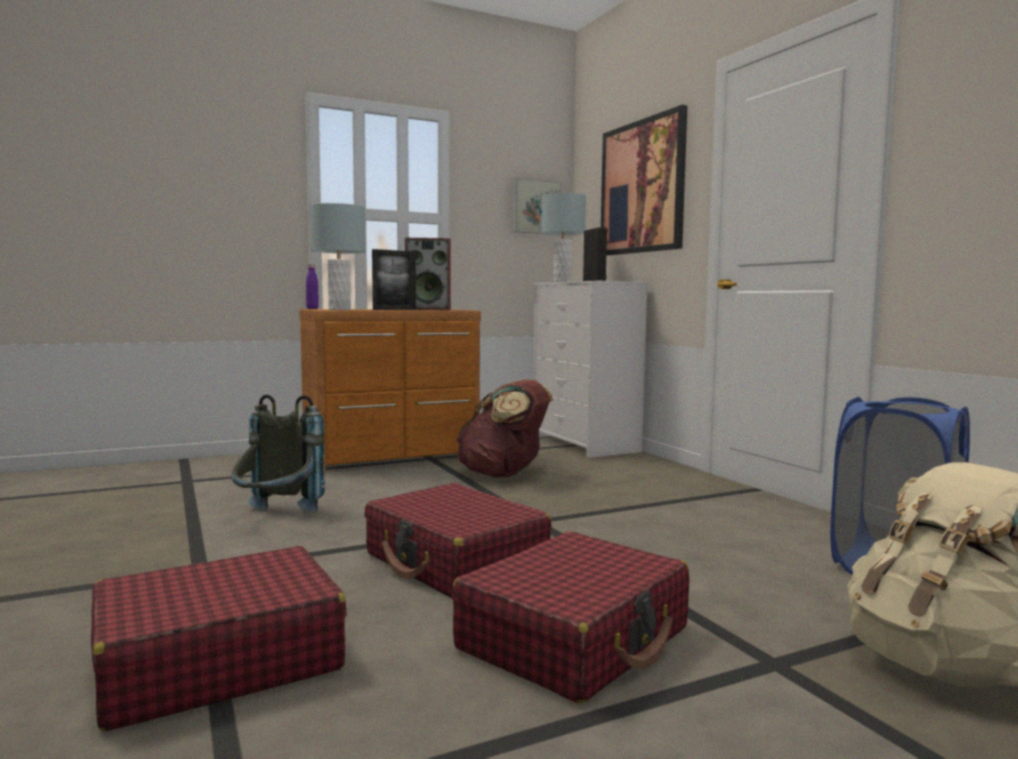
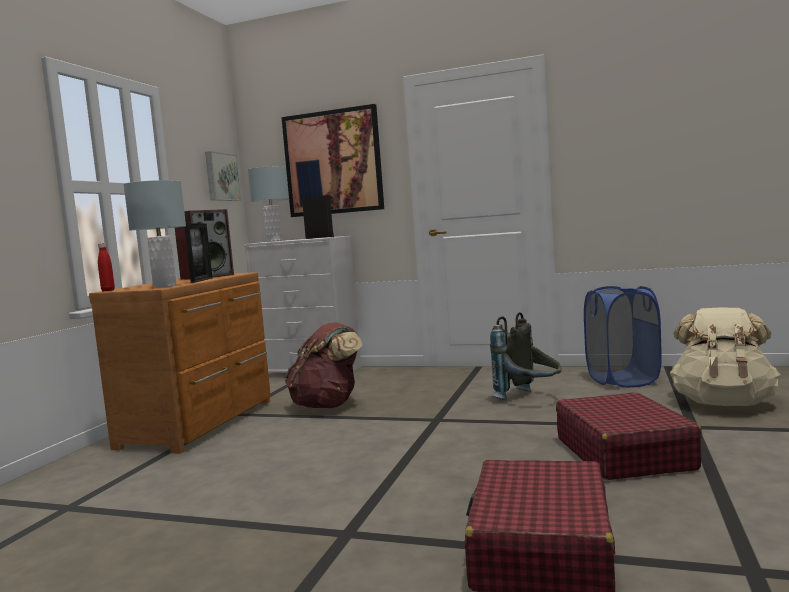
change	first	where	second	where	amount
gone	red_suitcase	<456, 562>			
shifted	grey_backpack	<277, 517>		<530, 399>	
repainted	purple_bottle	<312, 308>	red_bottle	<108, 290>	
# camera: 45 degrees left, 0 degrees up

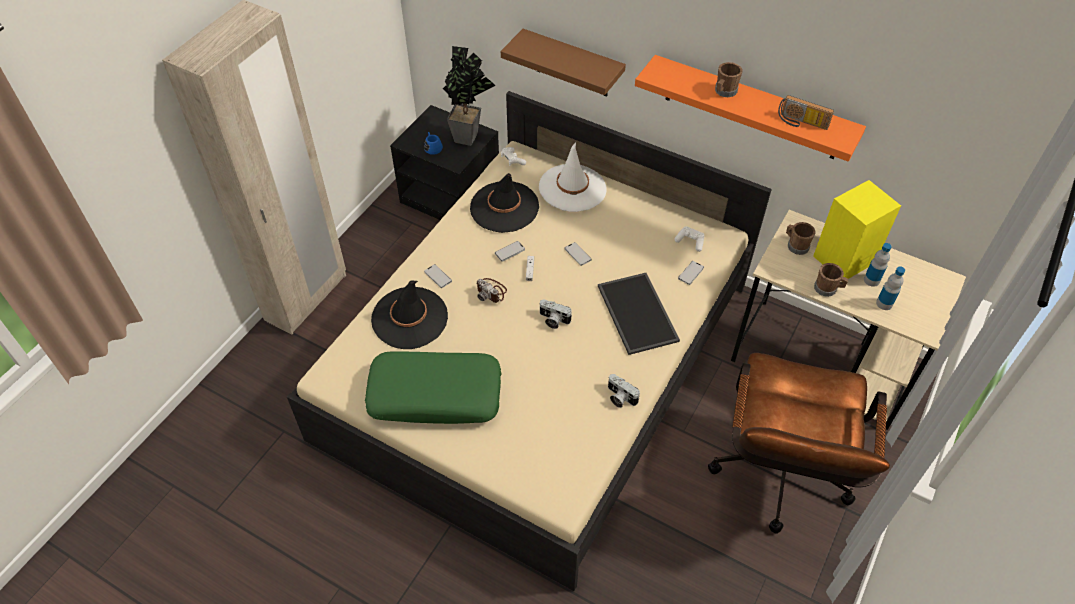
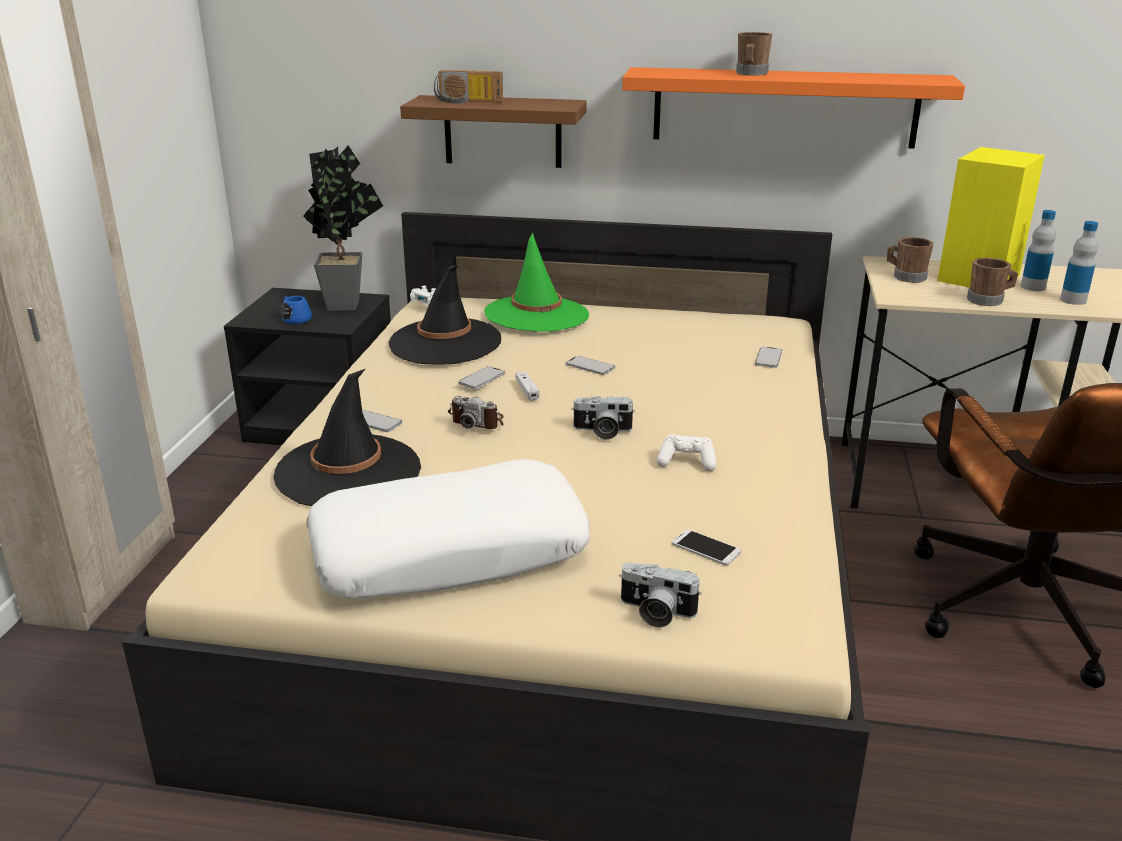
change	first	where	second	where	amount
gone	tray	<635, 313>			
new			phone	<706, 548>	
shifted	photo_camera	<619, 397>		<655, 612>	
shifted	white_game_controller	<690, 242>		<686, 462>	
shifted	radio	<801, 123>		<467, 102>	
repainted	green_pillow	<435, 394>	white_pillow	<450, 552>	
repainted	white_hat	<572, 188>	green_hat	<536, 314>	
# camera: 20 degrees left, 25 degrees down

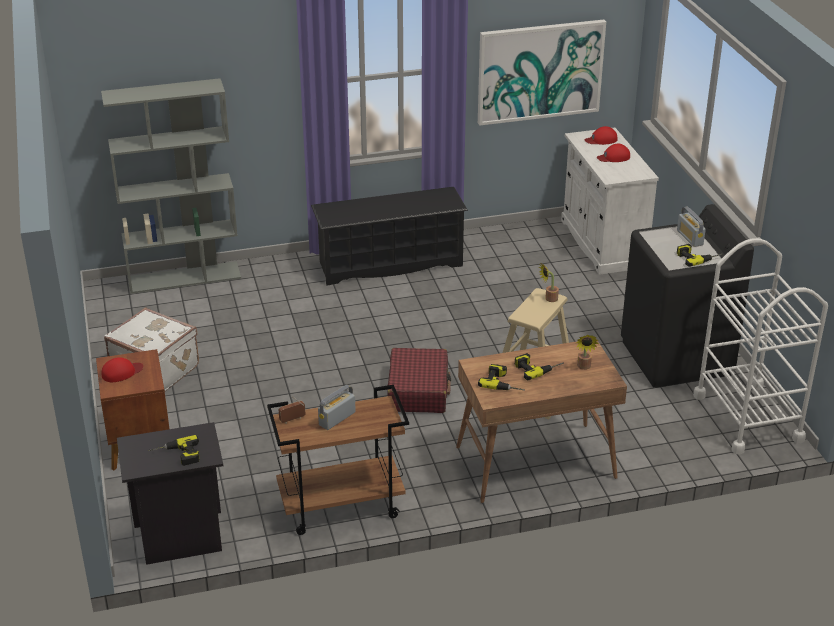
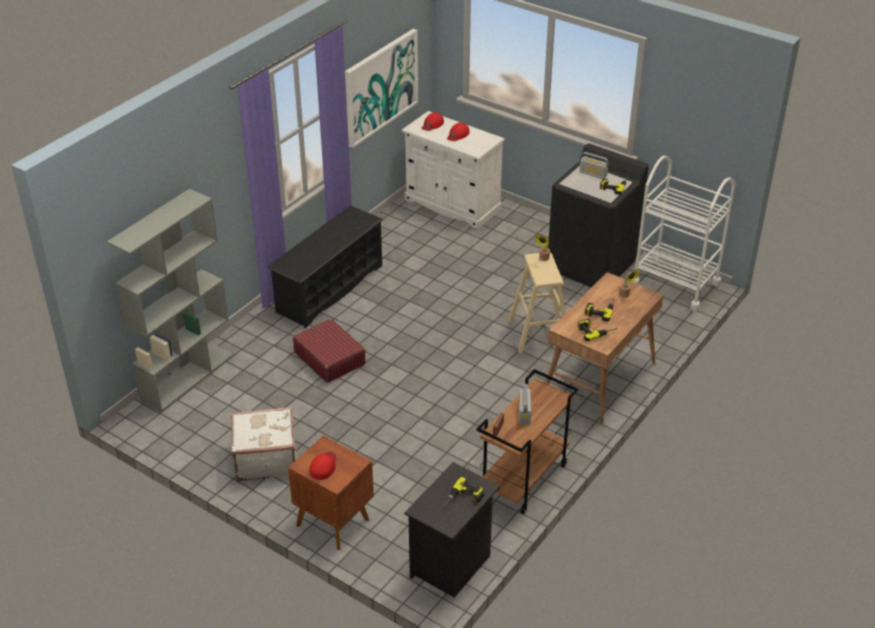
change	first	where	second	where	amount
shifted	red_suitcase	<418, 390>		<329, 358>	
# camera: 40 degrees left, 5 degrees up

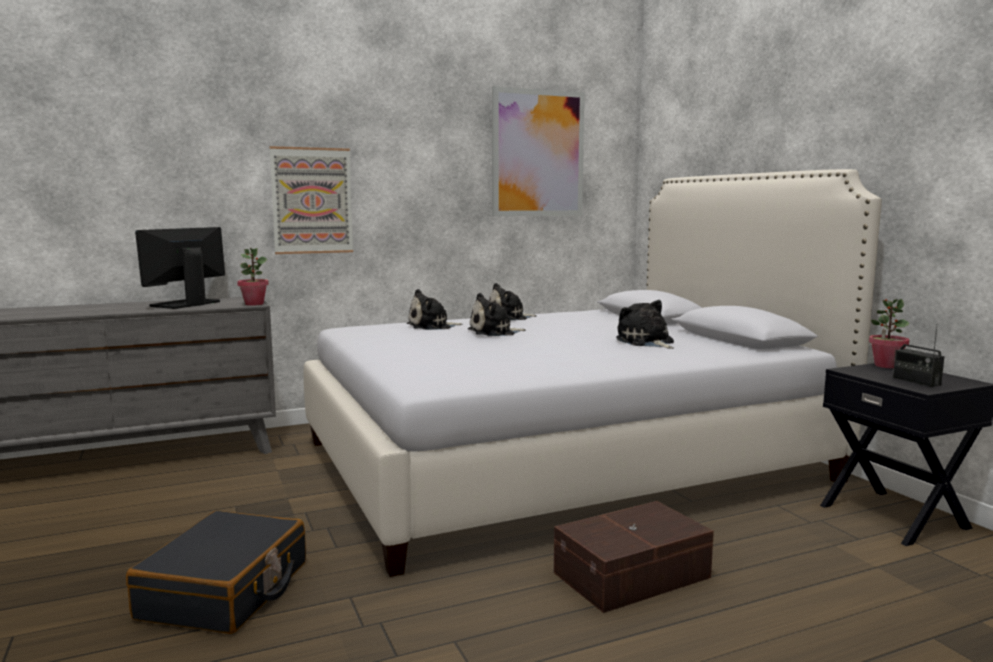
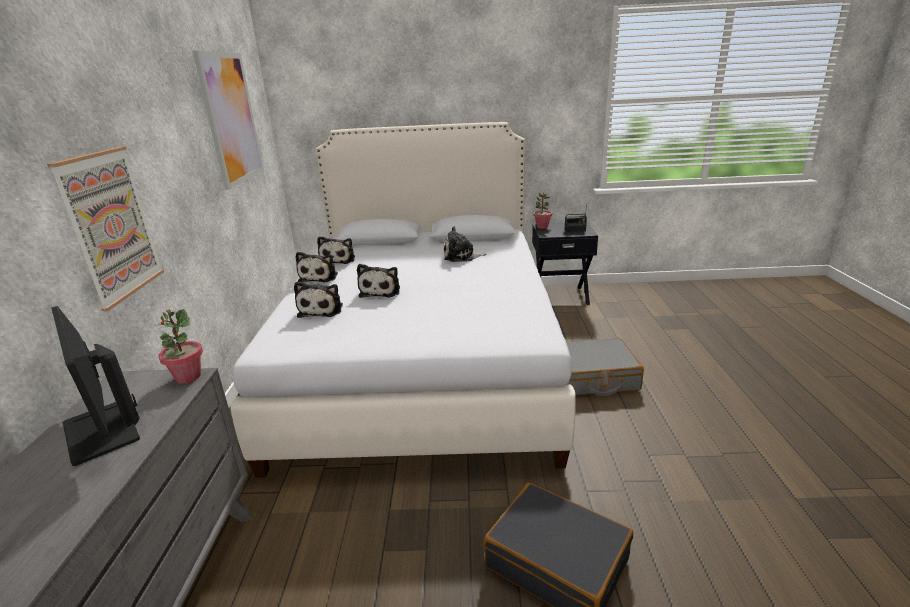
change	first	where	second	where	amount
new			plush_toy	<338, 260>	
swapped	brown_storage_box	<634, 576>	grey_suitcase	<594, 378>	
# camera: 65 degrees left, 15 degrees up

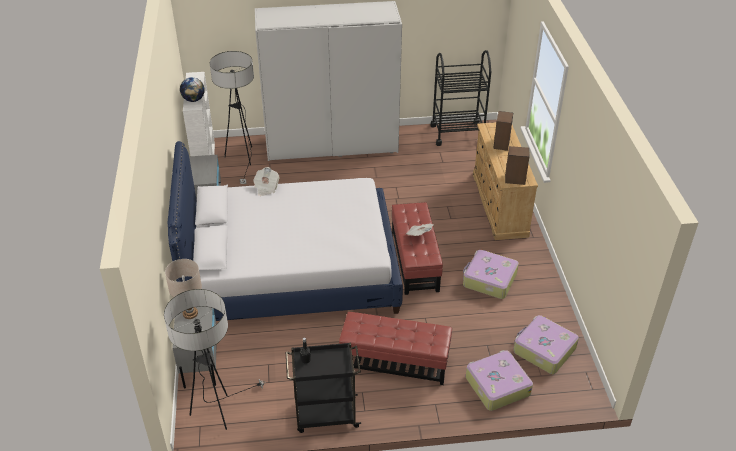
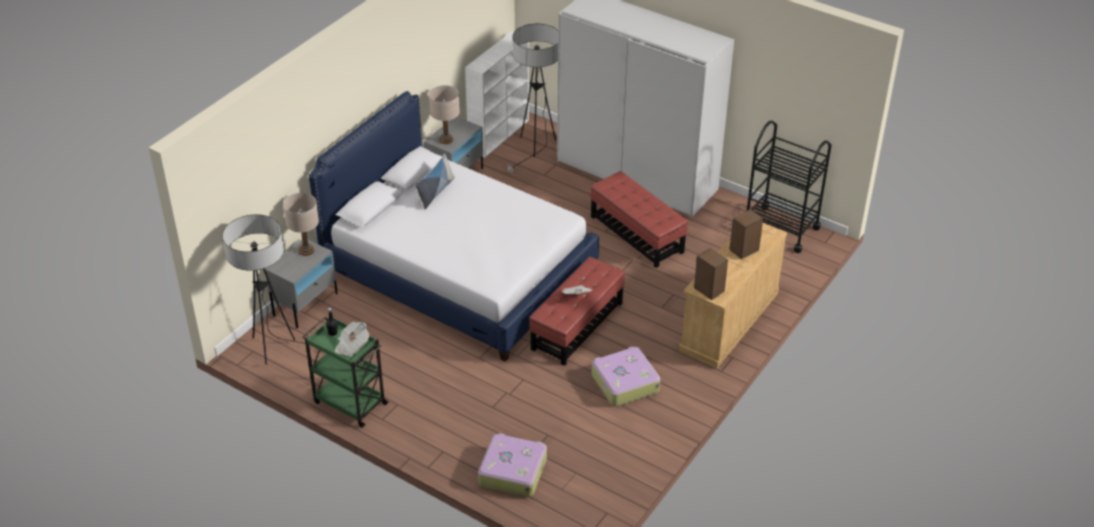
change	first	where	second	where	amount
gone	globe	<193, 100>			
gone	suitcase	<543, 350>			
new			pillow	<435, 192>	
new			beige_table_lamp	<446, 140>	
shifted	newspaper	<266, 188>		<352, 346>	
shifted	red_ottoman	<395, 362>		<636, 234>	
repainted	black_cart	<325, 415>	green_cart	<349, 402>	
# camera: 40 degrees right, 0 degrees up

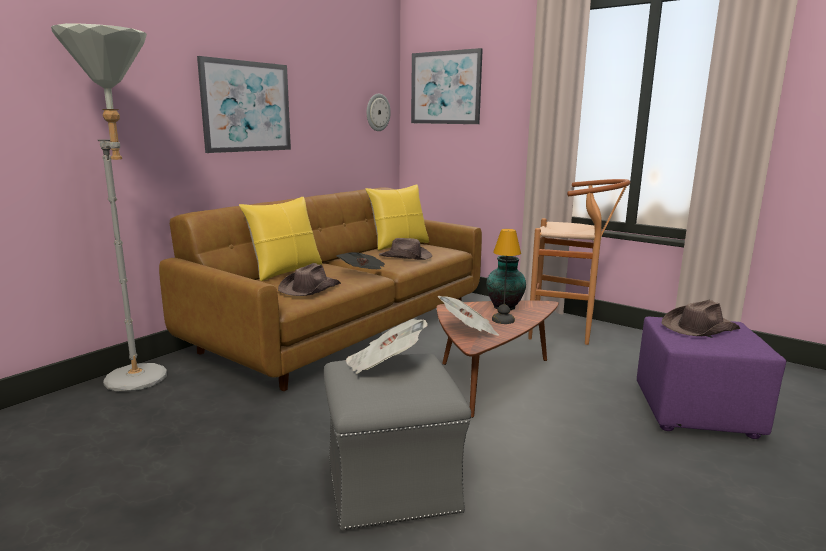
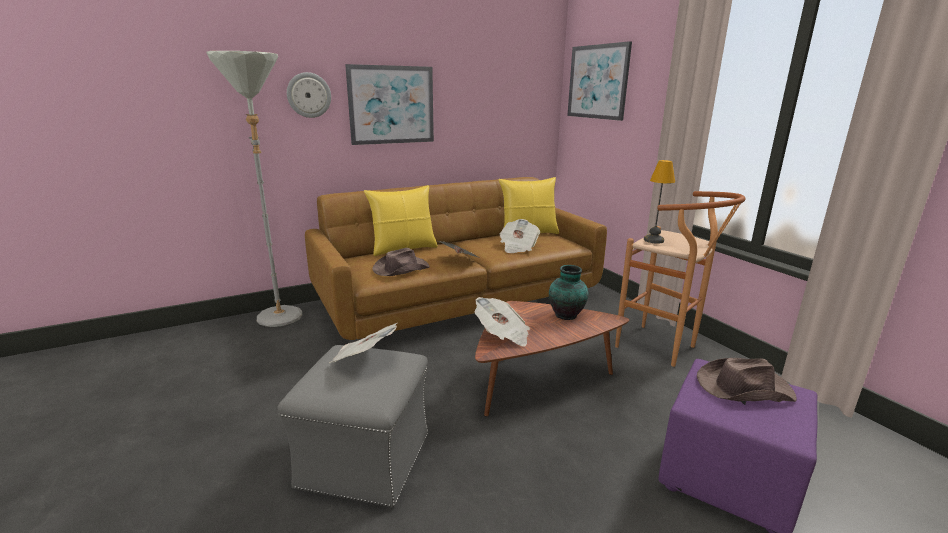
change	first	where	second	where	amount
shifted	wall_clock	<377, 112>		<309, 95>	
shifted	table_lamp	<502, 320>		<653, 240>	
swapped	brown_hat	<406, 257>	newspaper	<518, 247>	
# camera: 25 degrees right, 5 degrees up

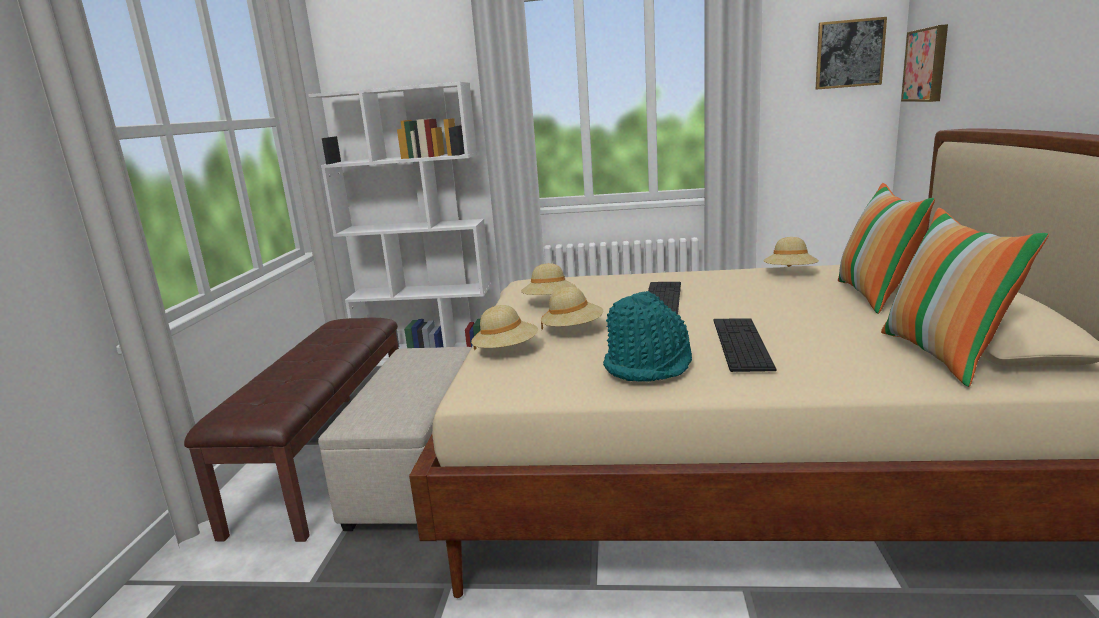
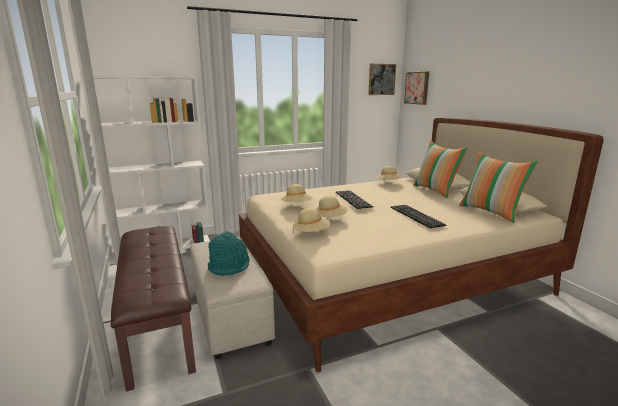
change	first	where	second	where	amount
shifted	turquoise_hat	<649, 366>		<229, 266>	
# camera: 30 degrees left, 0 degrees up

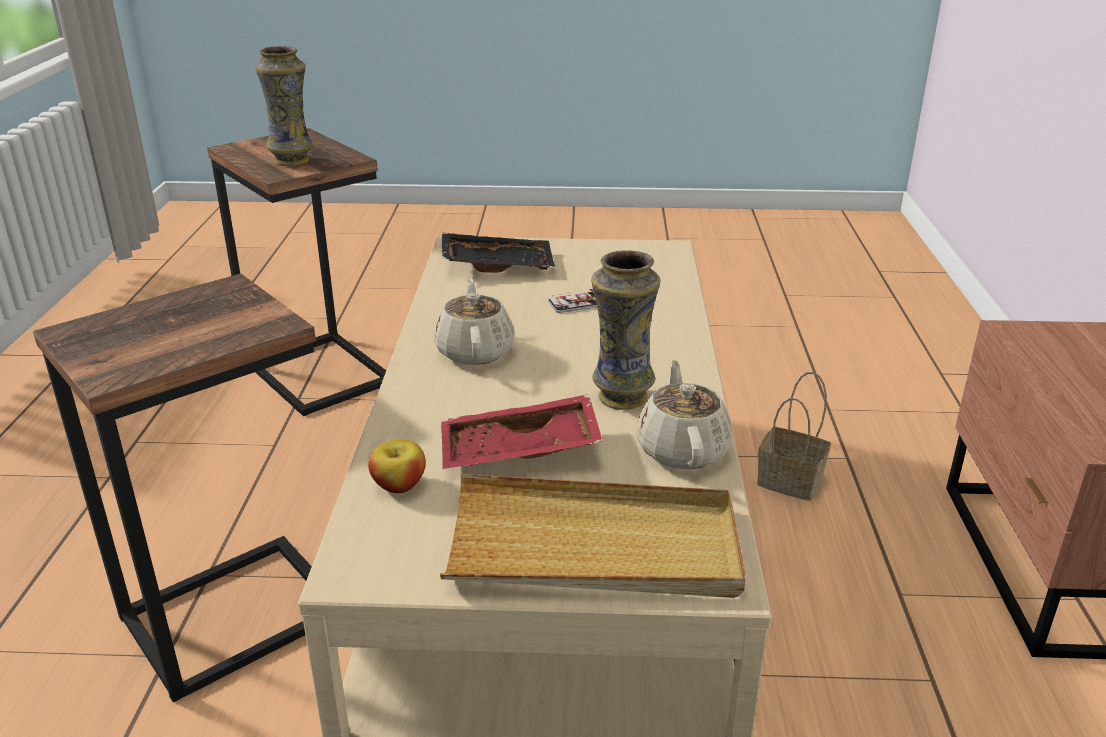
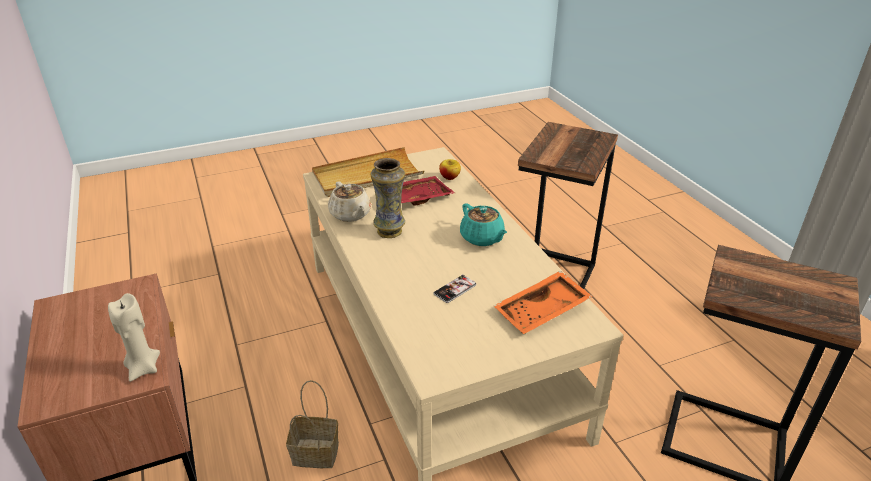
change	first	where	second	where	amount
gone	vase	<292, 161>			
new			beige_candle	<143, 368>	
repainted	beige_teapot	<475, 350>	turquoise_teapot	<482, 238>	
repainted	black_tray	<497, 264>	orange_tray	<542, 312>	
# camera: 155 degrees right, 5 degrees up

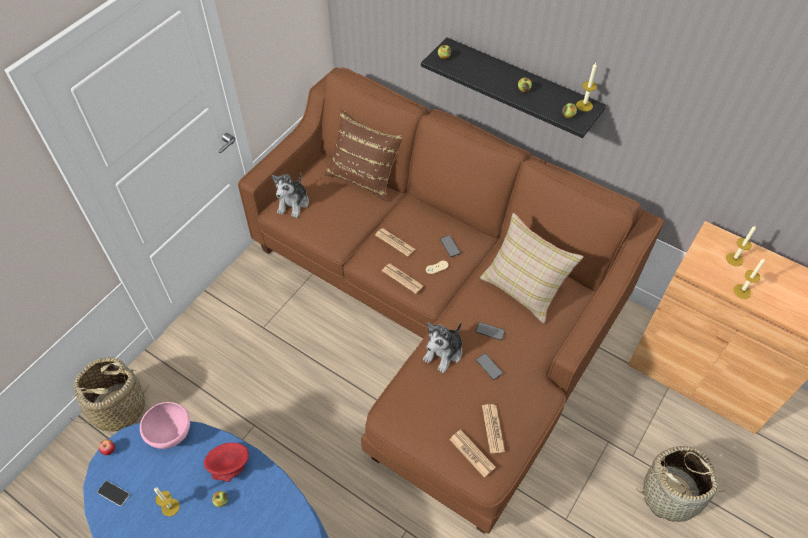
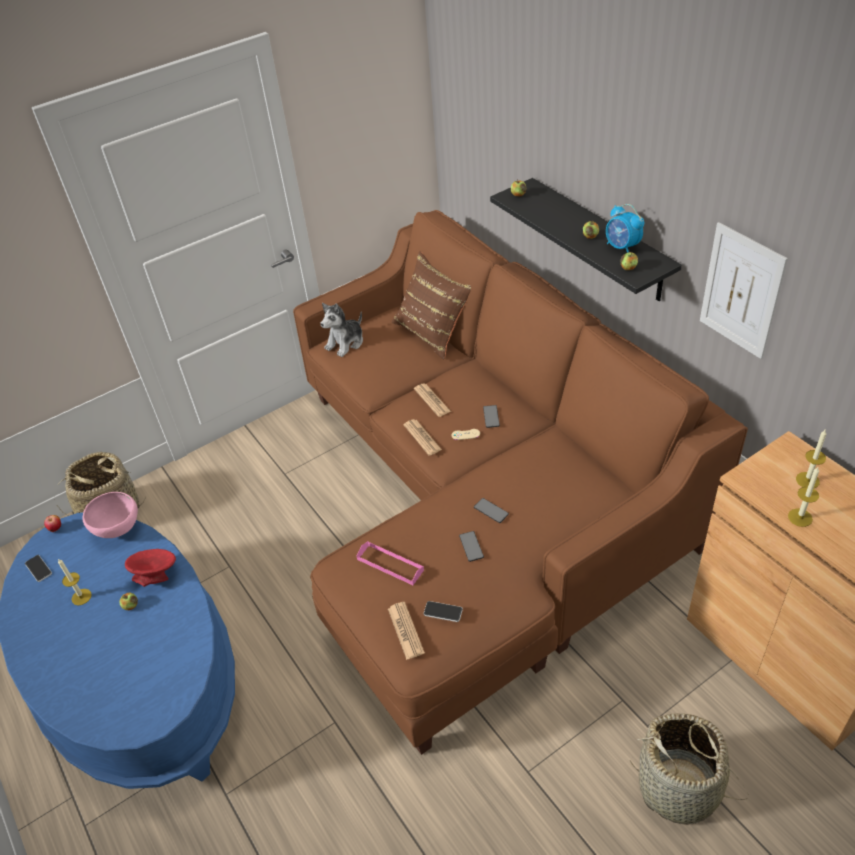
change	first	where	second	where	amount
gone	plush_toy	<444, 353>			
gone	beige_pillow	<524, 287>			
gone	candle	<584, 105>			
new			pink_tray	<390, 564>	
new			alarm_clock	<622, 247>	
new			picture	<741, 291>	
swapped	newspaper	<493, 428>	phone	<443, 612>	
# camera: 25 degrees right, 10 degrees down

